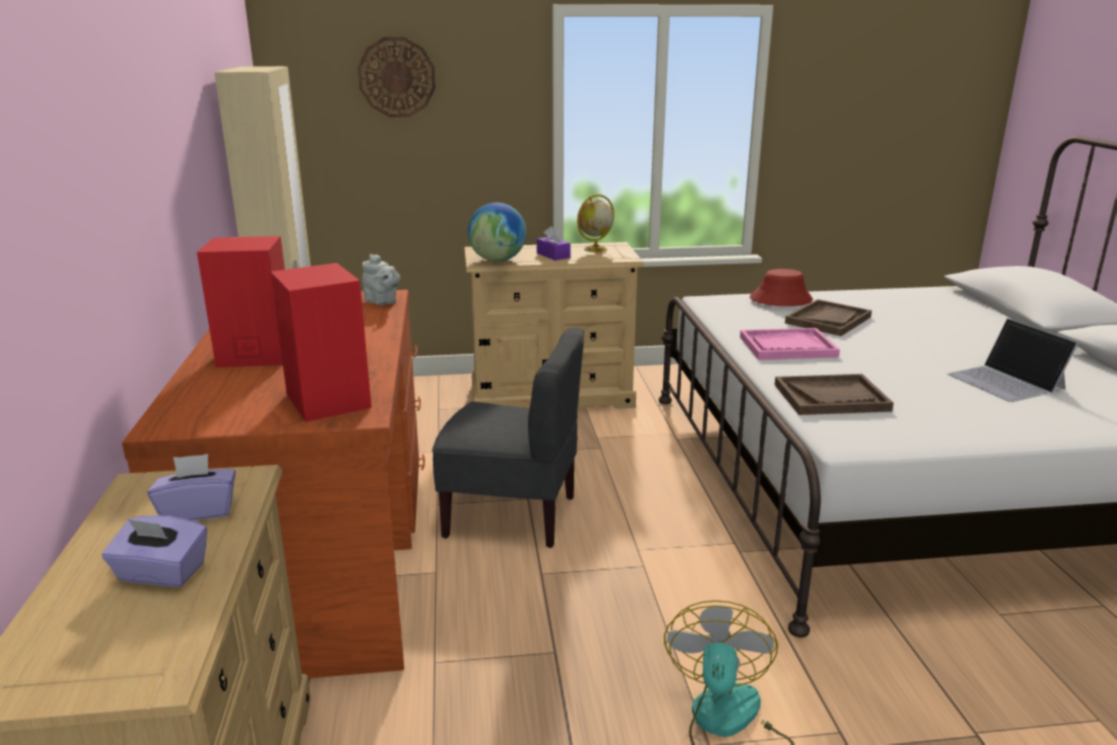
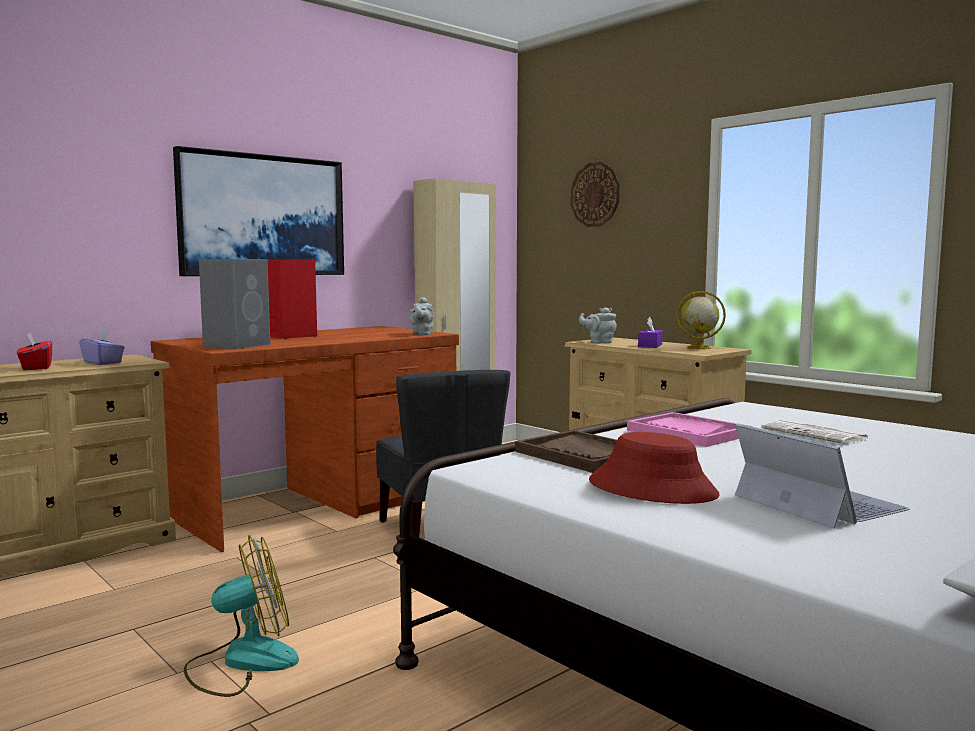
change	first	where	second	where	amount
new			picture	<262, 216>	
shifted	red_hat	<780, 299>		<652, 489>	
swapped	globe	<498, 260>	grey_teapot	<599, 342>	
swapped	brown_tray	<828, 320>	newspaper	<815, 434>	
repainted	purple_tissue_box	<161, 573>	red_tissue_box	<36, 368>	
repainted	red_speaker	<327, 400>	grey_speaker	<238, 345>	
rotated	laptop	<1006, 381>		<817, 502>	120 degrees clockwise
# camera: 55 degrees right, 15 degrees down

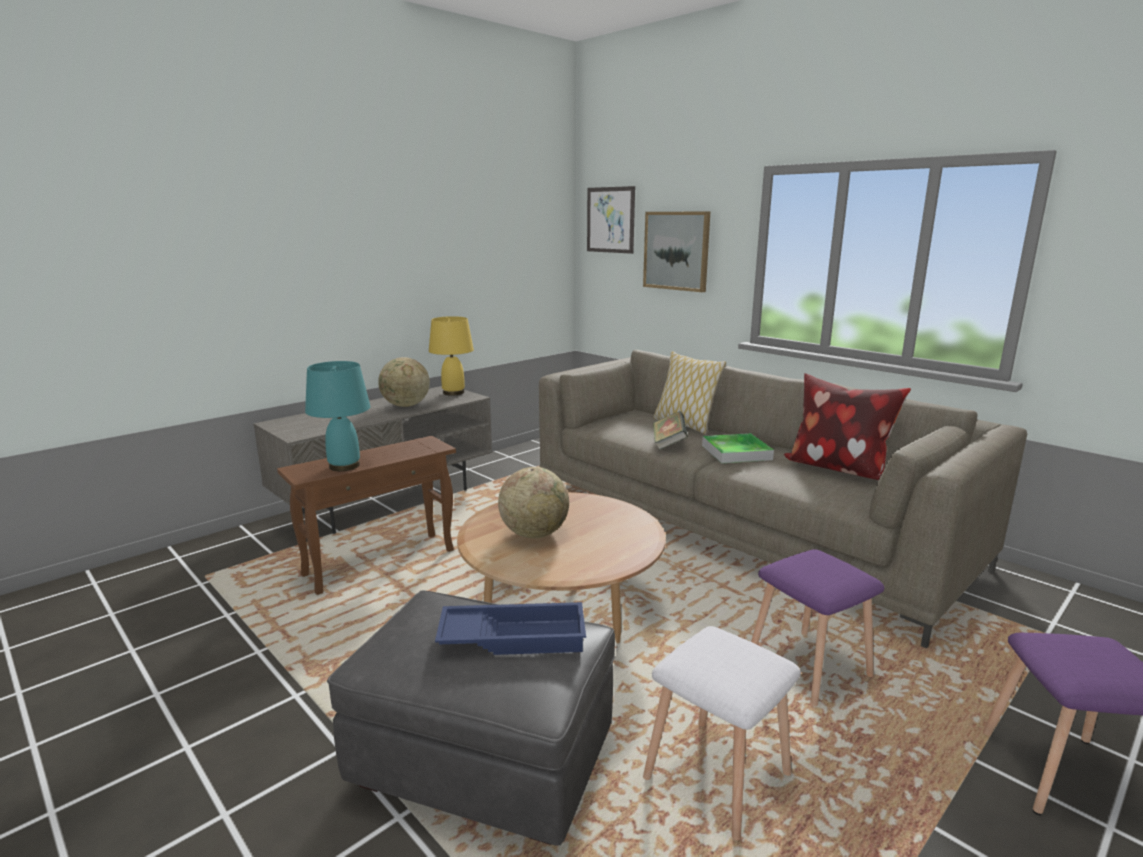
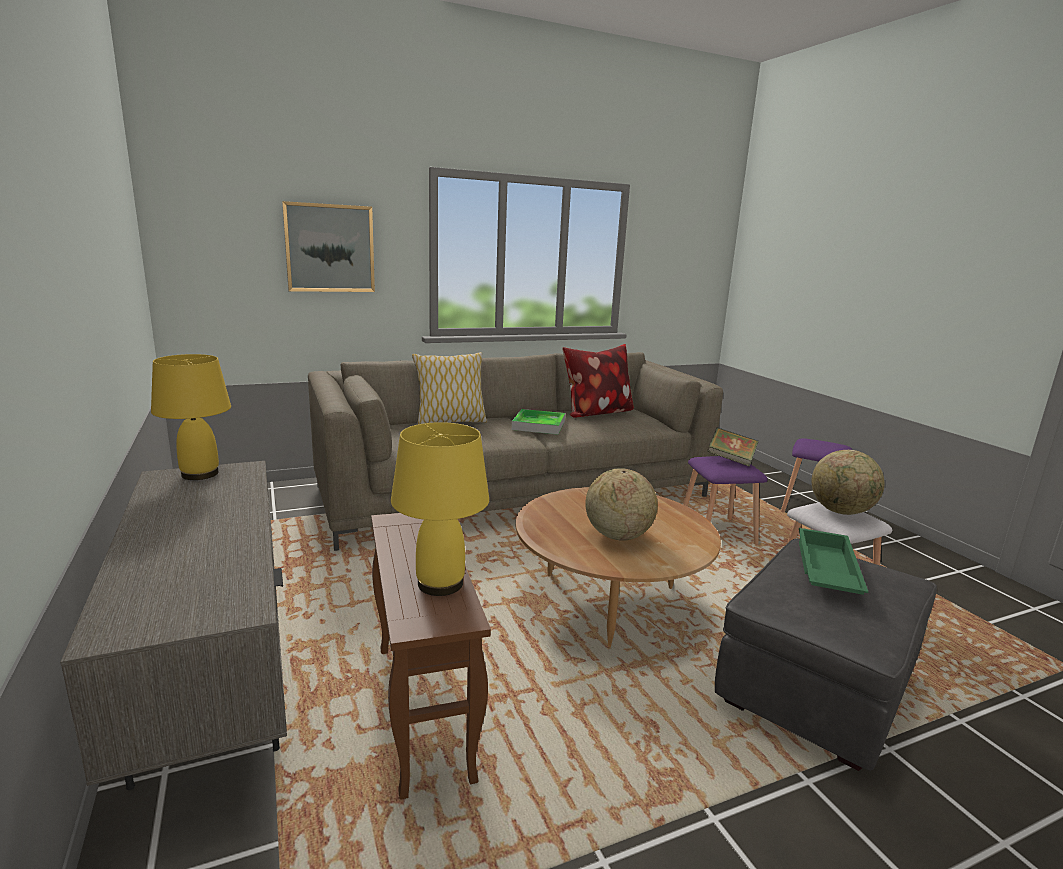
change	first	where	second	where	amount
gone	picture	<610, 220>			
shifted	globe	<405, 406>		<841, 511>	
shifted	book	<668, 444>		<731, 460>	
repainted	turquoise_table_lamp	<345, 466>	yellow_table_lamp	<439, 583>	
repainted	blue_tray	<514, 636>	green_tray	<824, 570>	
# camera: 70 degrees left, 0 degrees up

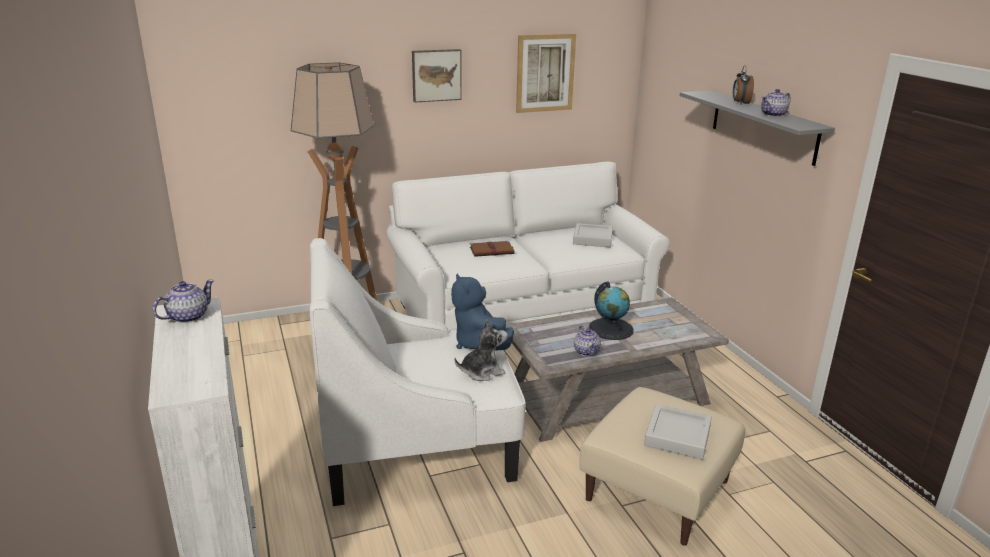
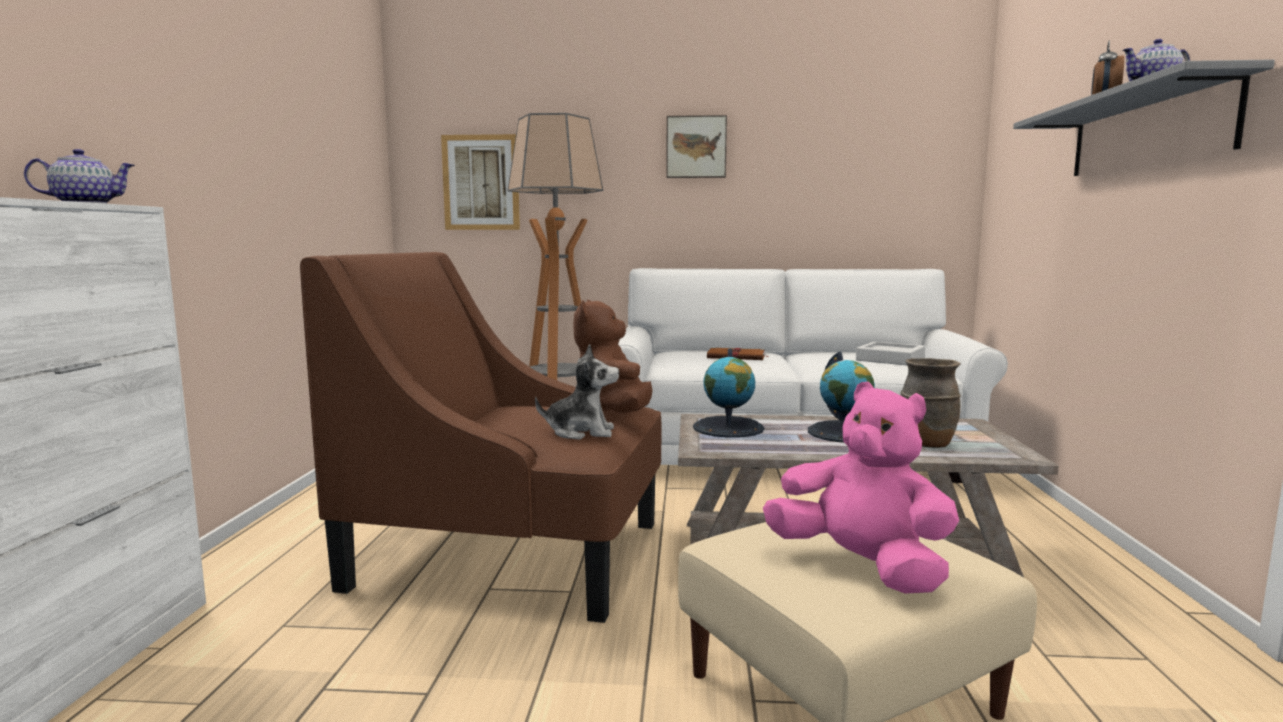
change	first	where	second	where	amount
gone	teapot	<586, 351>			
new			globe	<728, 428>	
new			brown_vase	<926, 444>	
shifted	picture	<545, 73>		<481, 182>	
swapped	grey_tray	<677, 436>	pink_plush_toy	<861, 567>	
repainted	white_armchair	<419, 445>	brown_armchair	<512, 554>	
repainted	blue_plush_toy	<478, 344>	brown_plush_toy	<615, 413>	
# camera: 25 degrees right, 15 degrees down

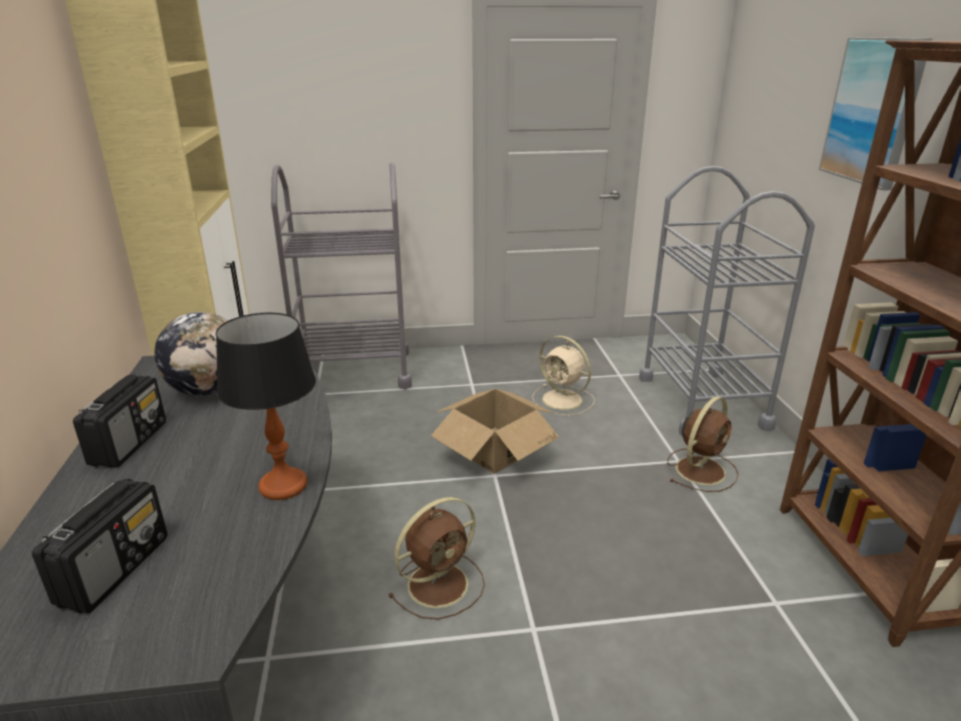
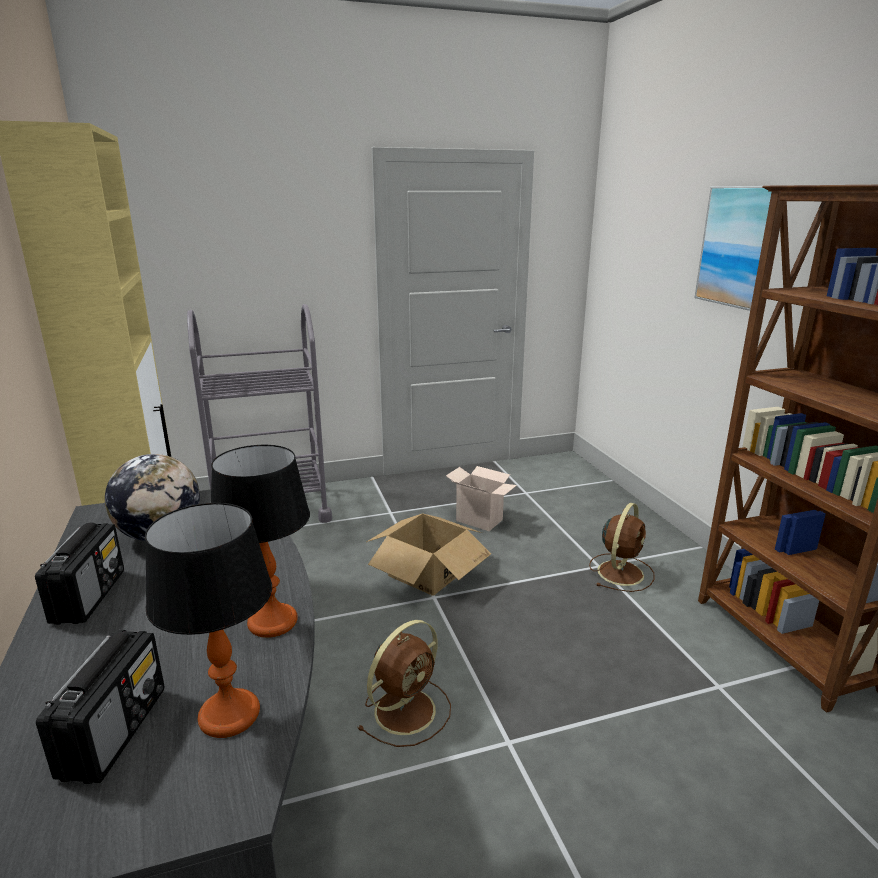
change	first	where	second	where	amount
gone	grey_cart	<702, 402>			
new			table_lamp	<230, 714>	
swapped	beige_fan	<563, 400>	cardboard_box	<481, 520>	
# camera: 10 degrees left, 5 degrees down

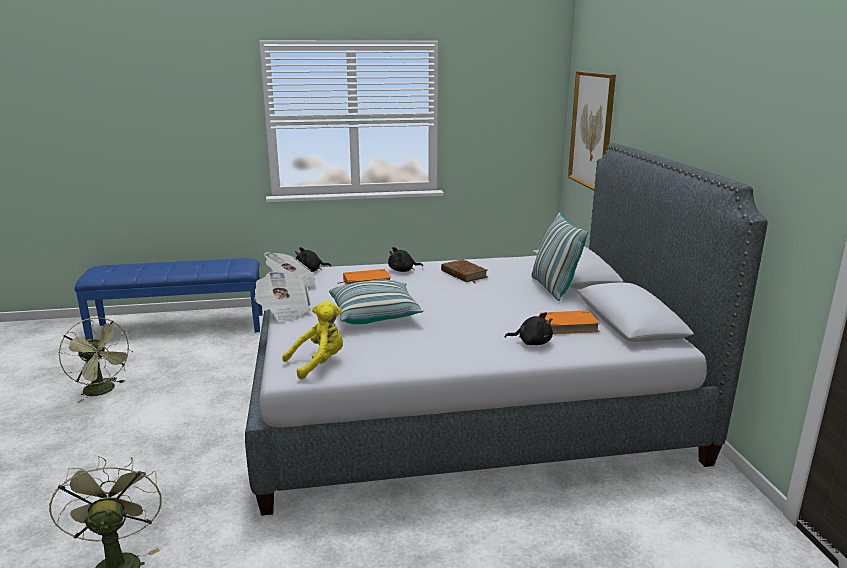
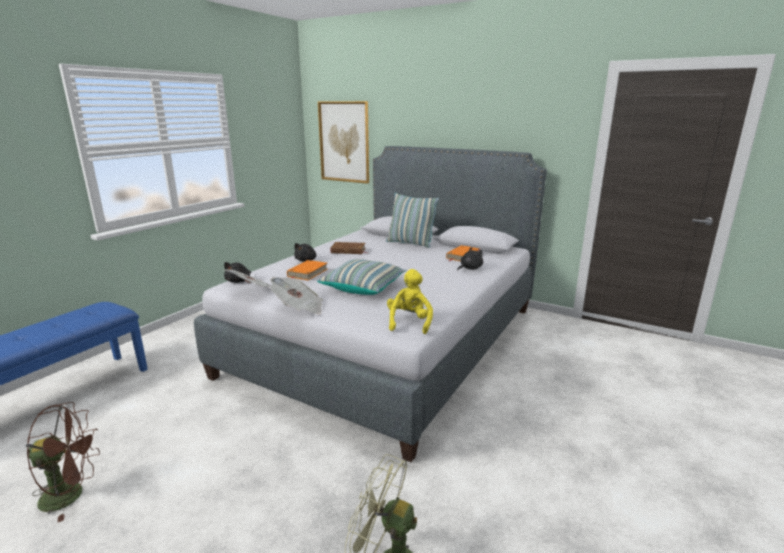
change	first	where	second	where	amount
repainted	green_fan	<103, 391>	brown_fan	<71, 494>	
# camera: 50 degrees left, 0 degrees up

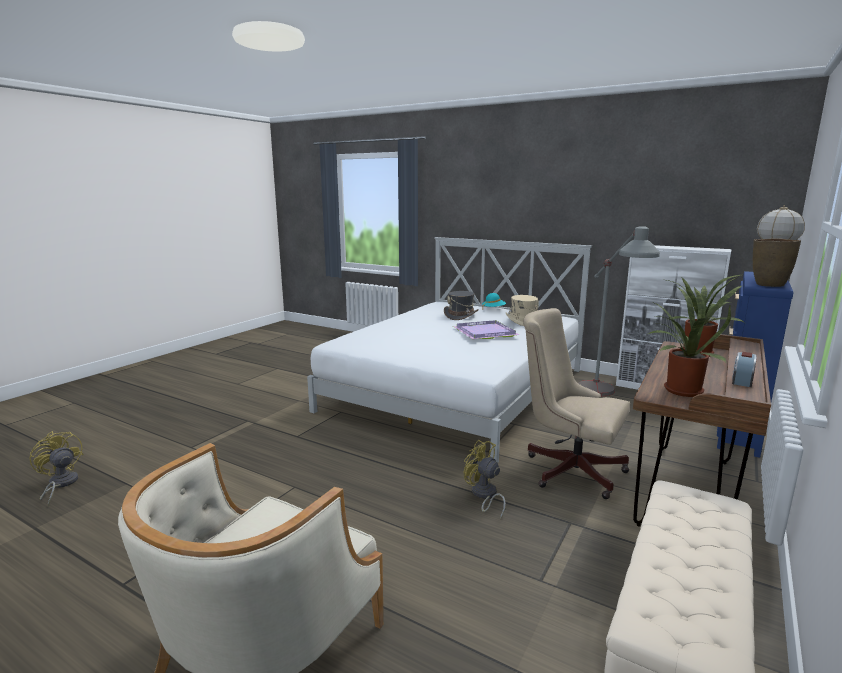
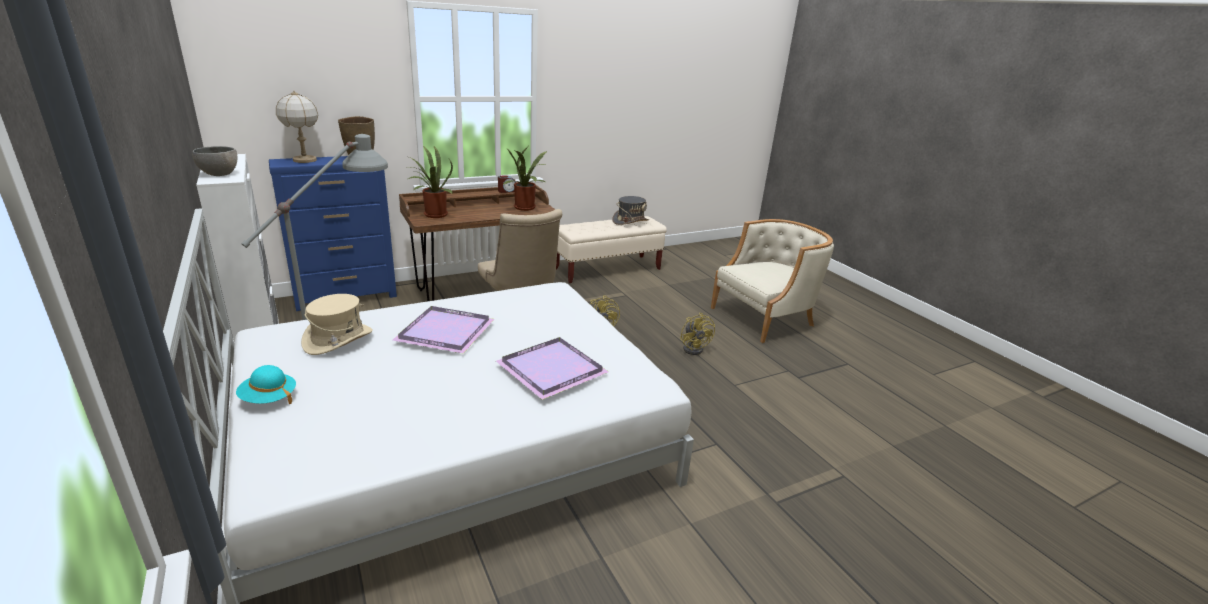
change	first	where	second	where	amount
new			grey_bowl	<219, 174>	
new			purple_tray	<551, 371>	
shifted	yellow_fan	<60, 485>		<694, 348>	
shifted	grey_hat	<461, 316>		<630, 221>	
# camera: 150 degrees left, 10 degrees up

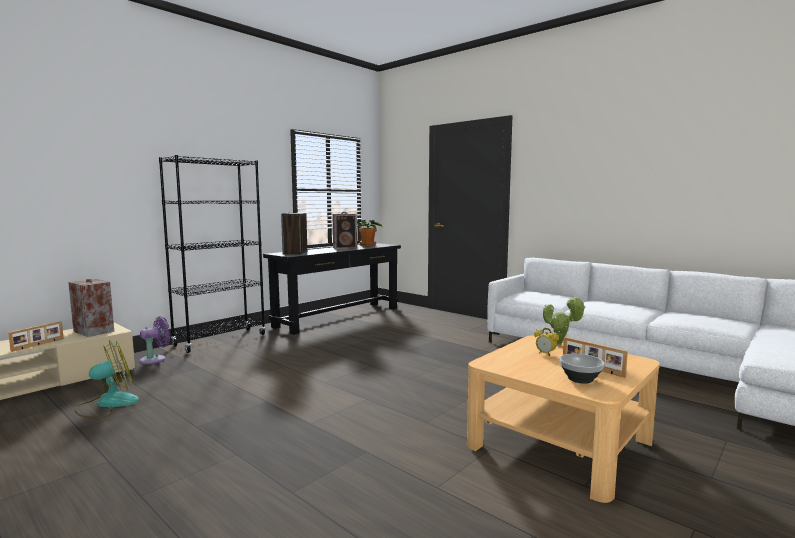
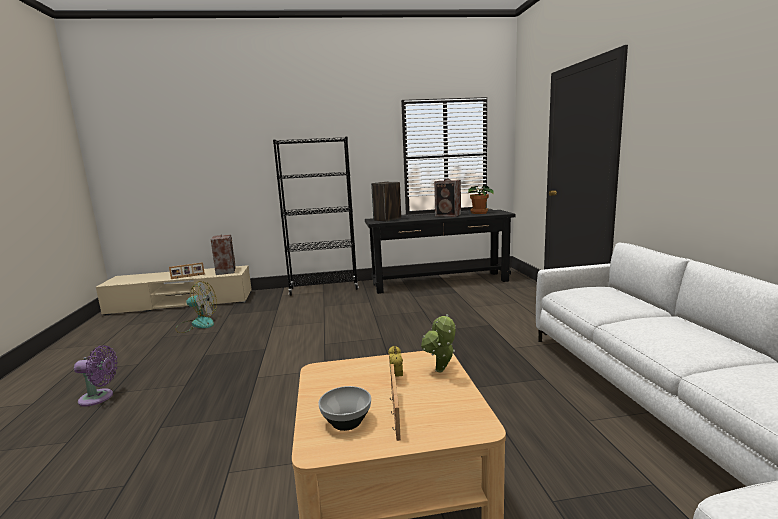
change	first	where	second	where	amount
shifted	purple_fan	<155, 359>		<99, 398>	
# camera: 40 degrees right, 5 degrees up

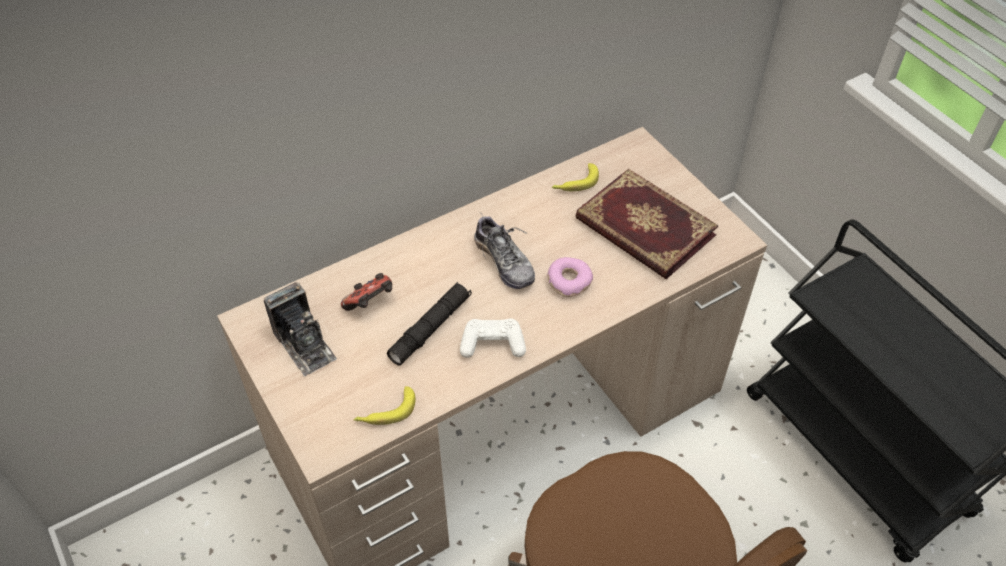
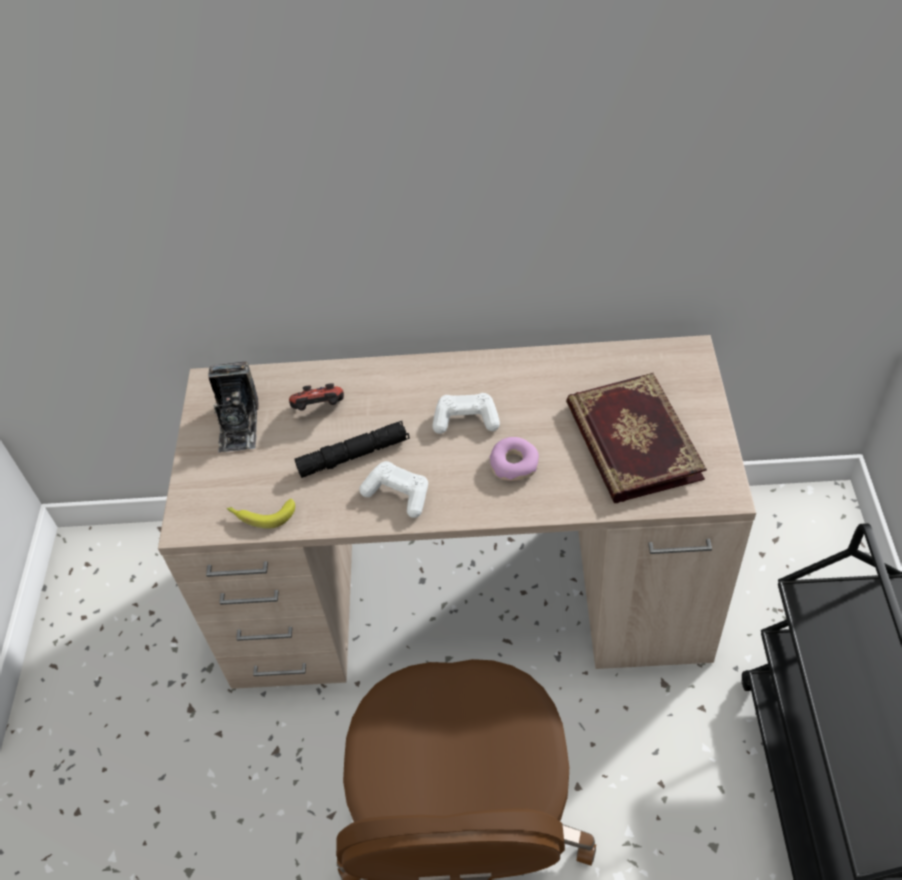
change	first	where	second	where	amount
gone	banana	<575, 183>			
swapped	shoe	<504, 262>	white_game_controller	<466, 420>	
# camera: 35 degrees right, 0 degrees up

